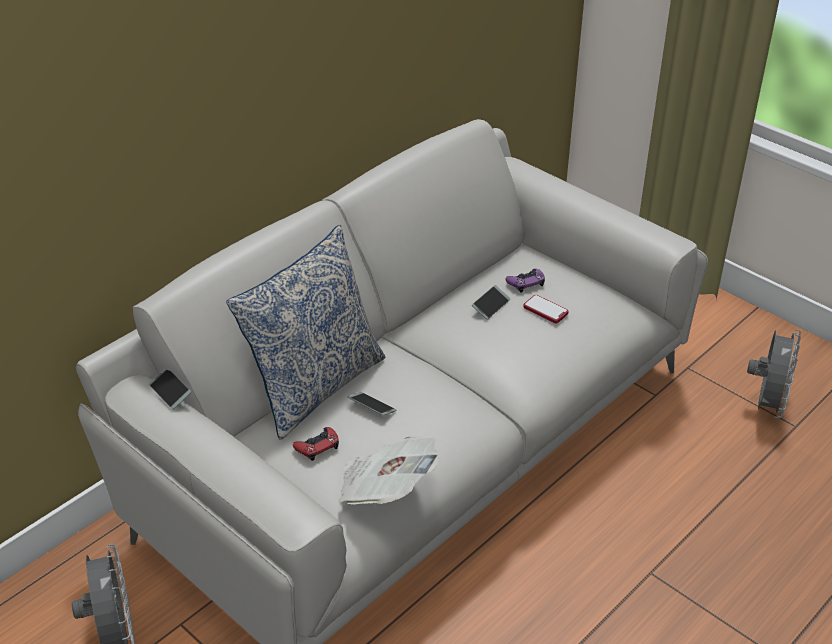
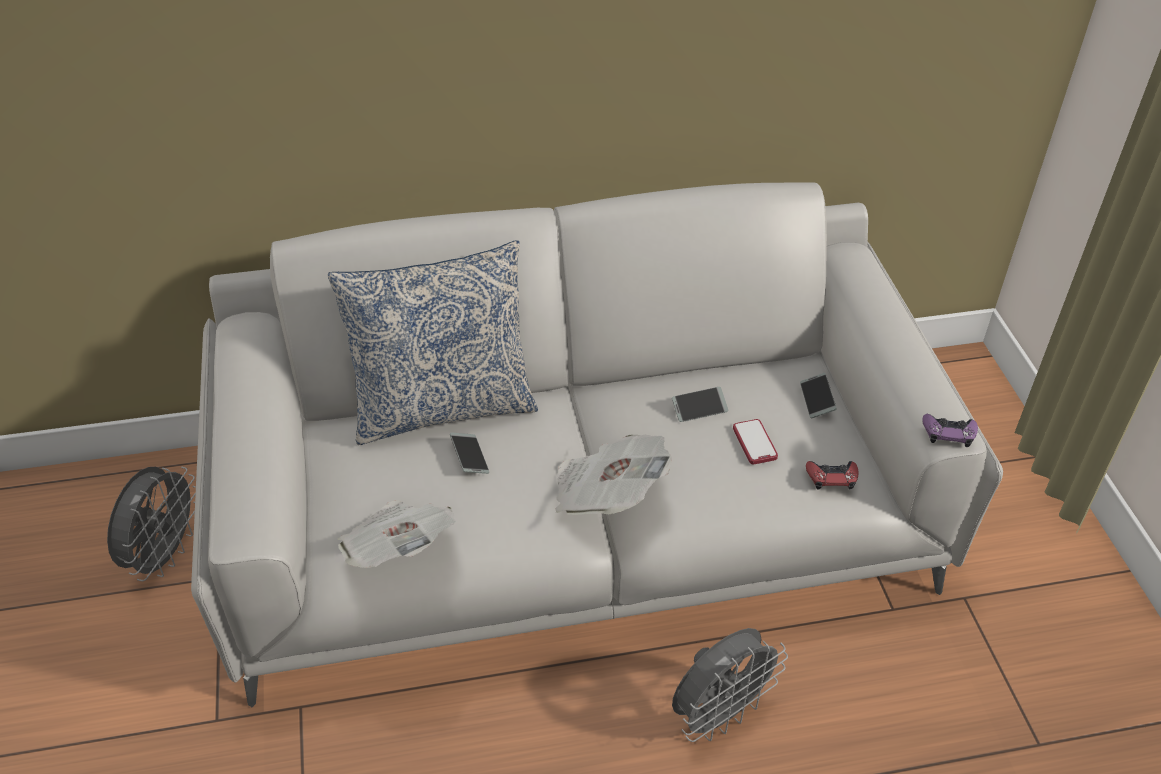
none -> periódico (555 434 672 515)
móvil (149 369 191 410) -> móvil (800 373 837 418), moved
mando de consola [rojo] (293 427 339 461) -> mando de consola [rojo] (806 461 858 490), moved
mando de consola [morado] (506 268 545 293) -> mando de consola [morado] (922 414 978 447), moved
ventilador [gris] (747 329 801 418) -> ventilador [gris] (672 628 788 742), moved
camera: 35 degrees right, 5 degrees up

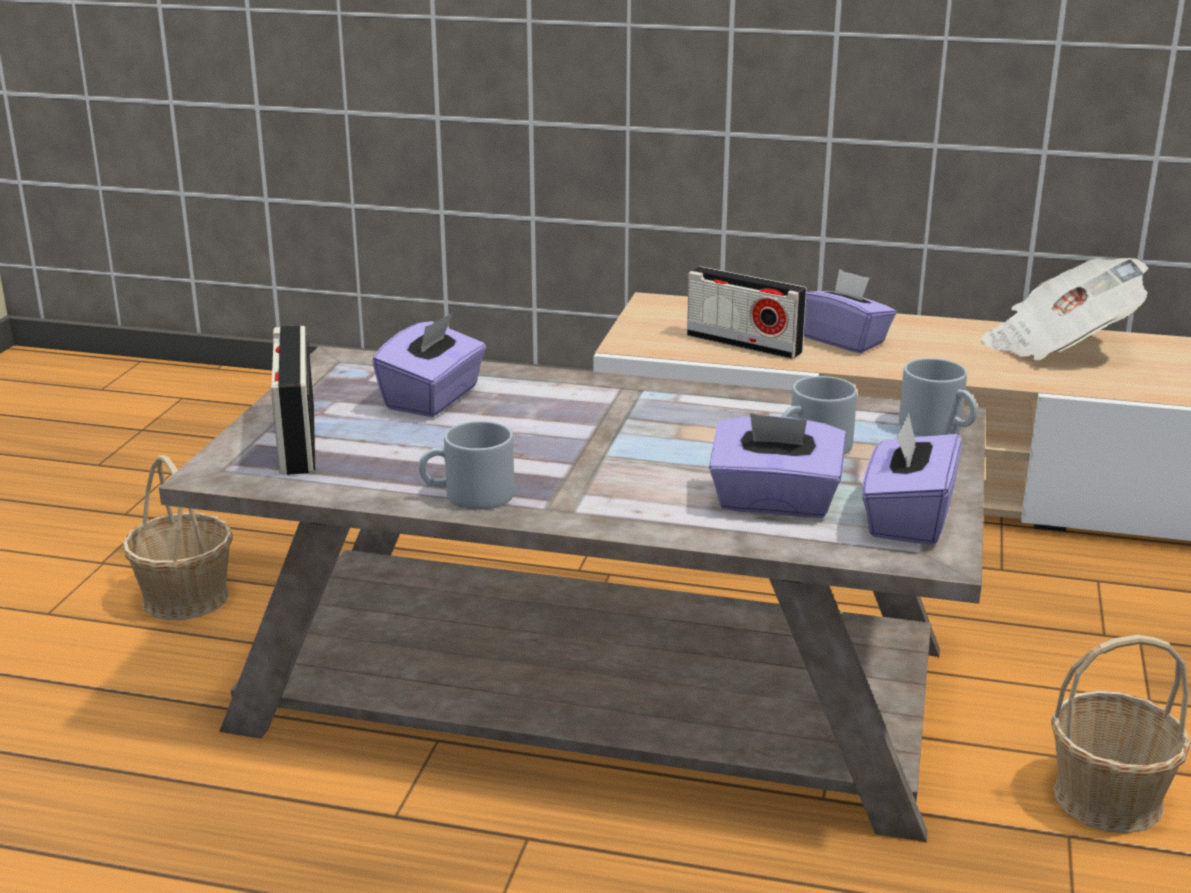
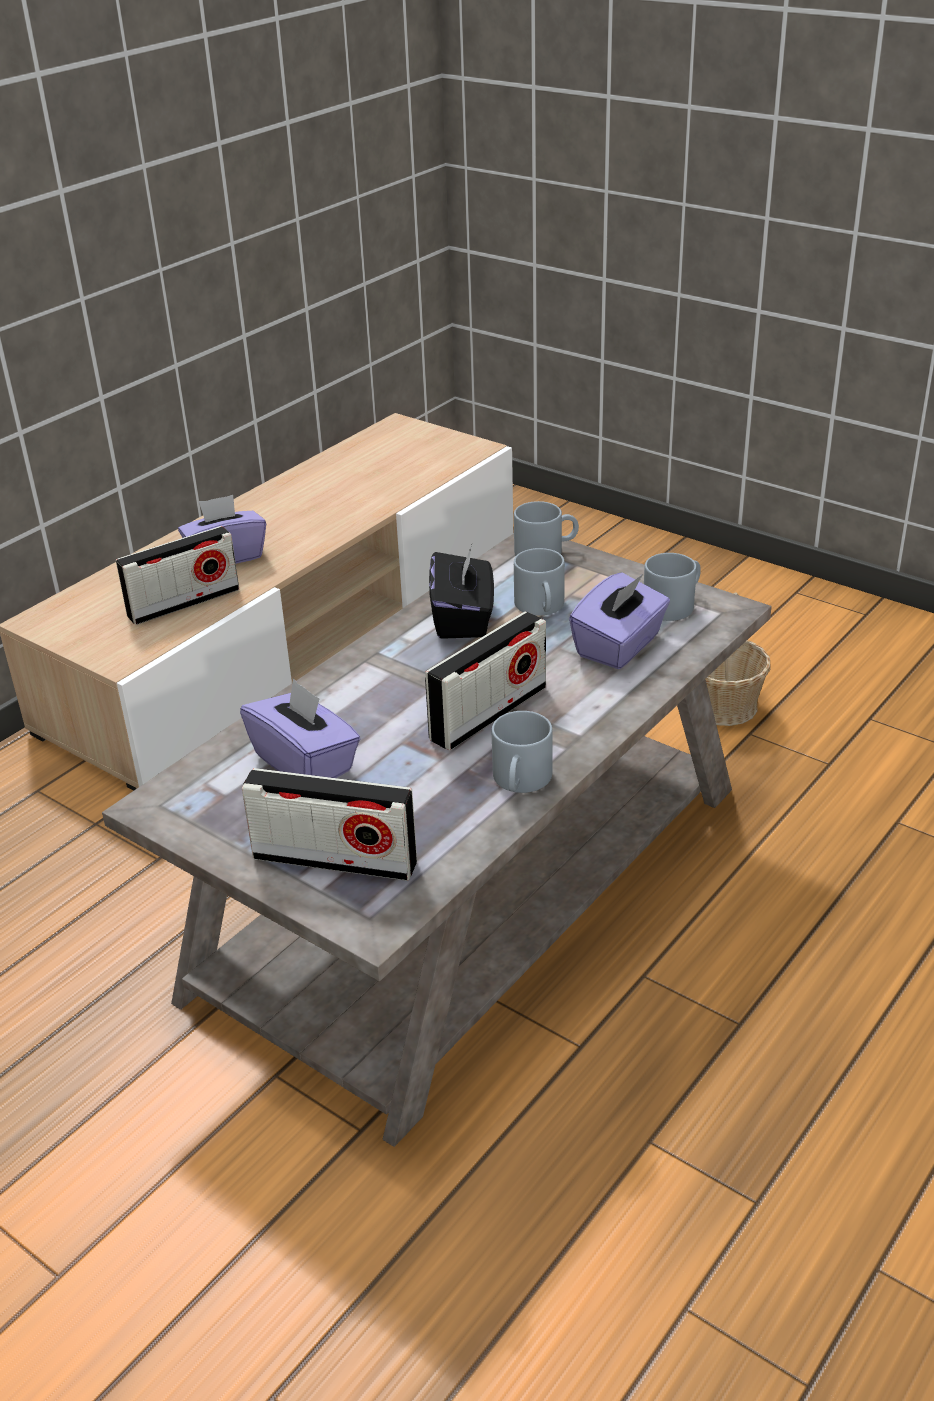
cesta (122 455 233 620) -> none
periódico (981 258 1149 360) -> none
none -> radio (425 612 546 751)
none -> caja de pañuelos [negro] (429 545 494 639)
caja de pañuelos [morado] (862 412 962 545) -> taza grande [gris] (644 553 701 621)
camera: 65 degrees left, 10 degrees up

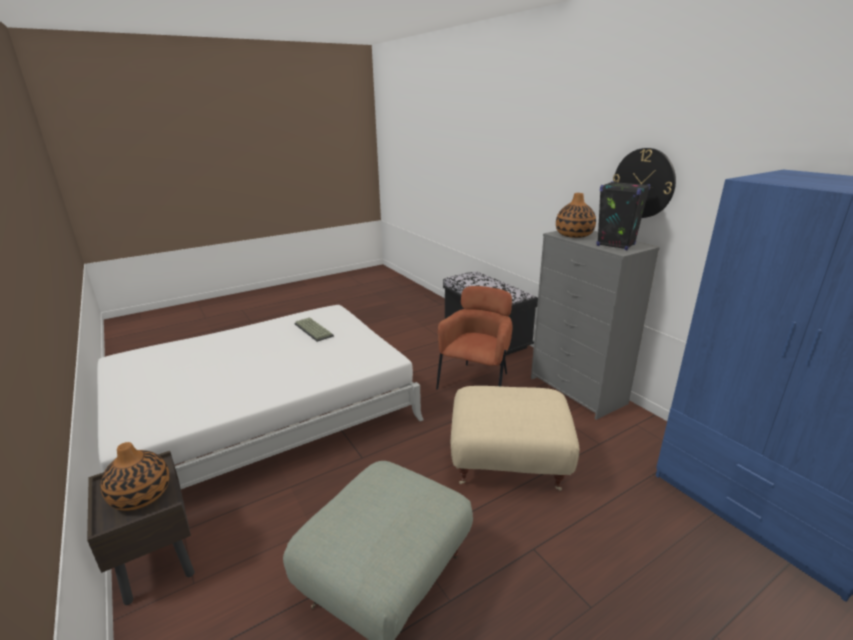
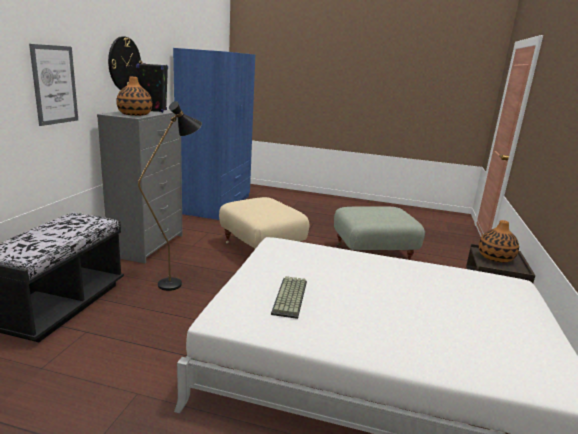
none -> cuadro (29 44 78 126)
sillón [marrón] (436 286 513 390) -> lámpara de pie [negro] (138 101 202 291)
camera: 135 degrees left, 5 degrees down

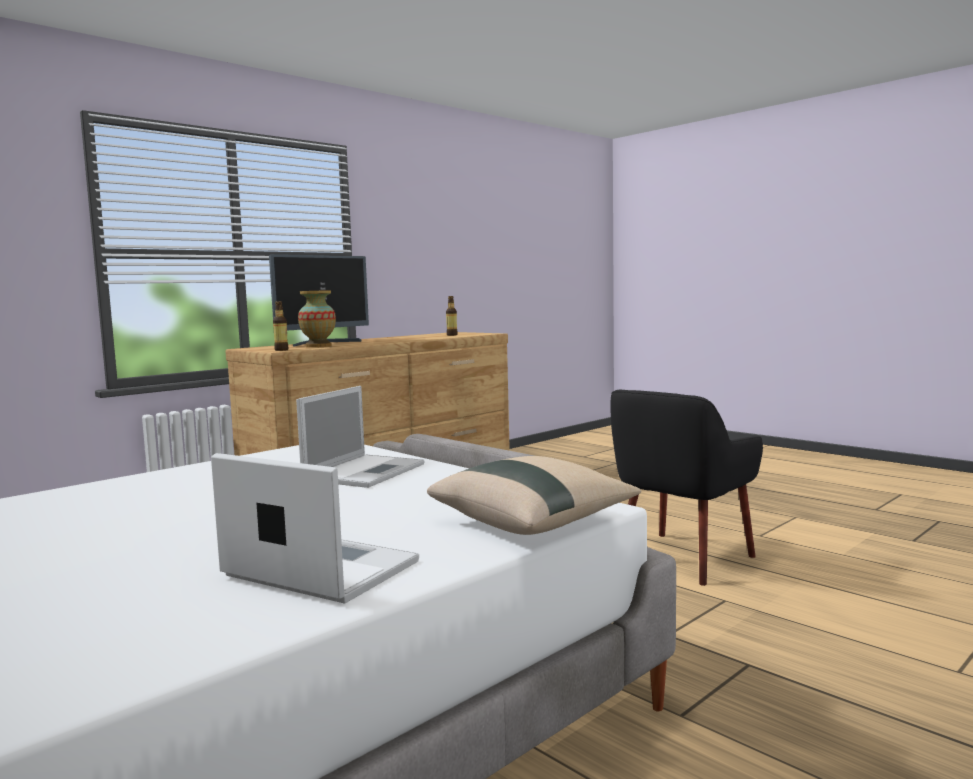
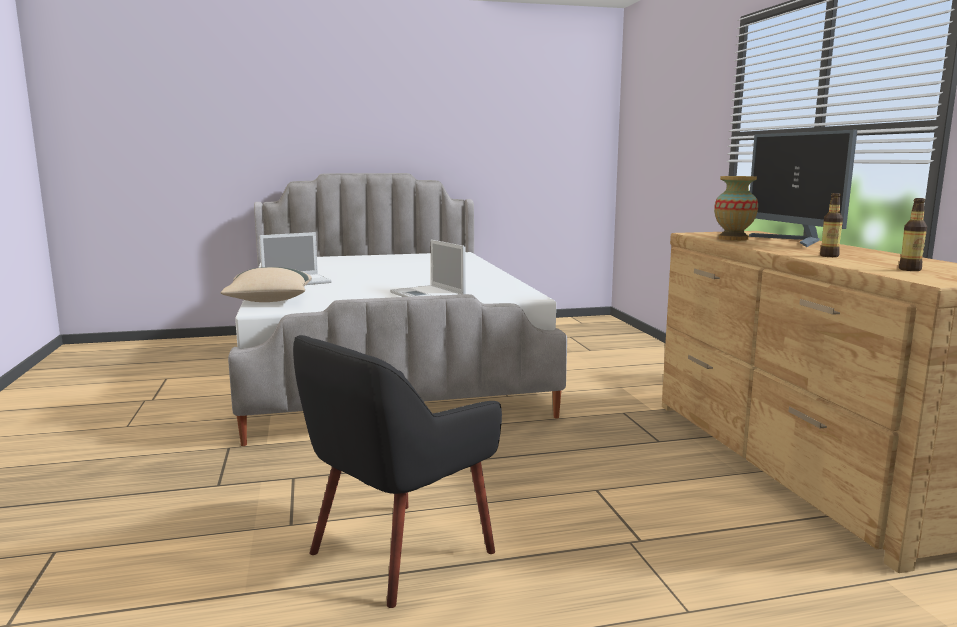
botella (273 301 289 351) -> botella (820 193 843 257), moved
sillón [negro] (611 390 763 586) -> sillón [negro] (293 335 502 608), 120 degrees counterclockwise
camera: 120 degrees right, 5 degrees up

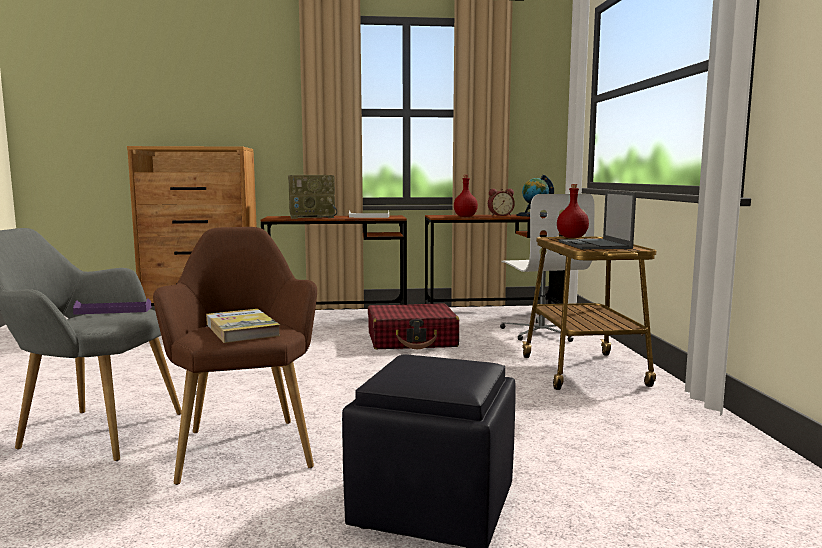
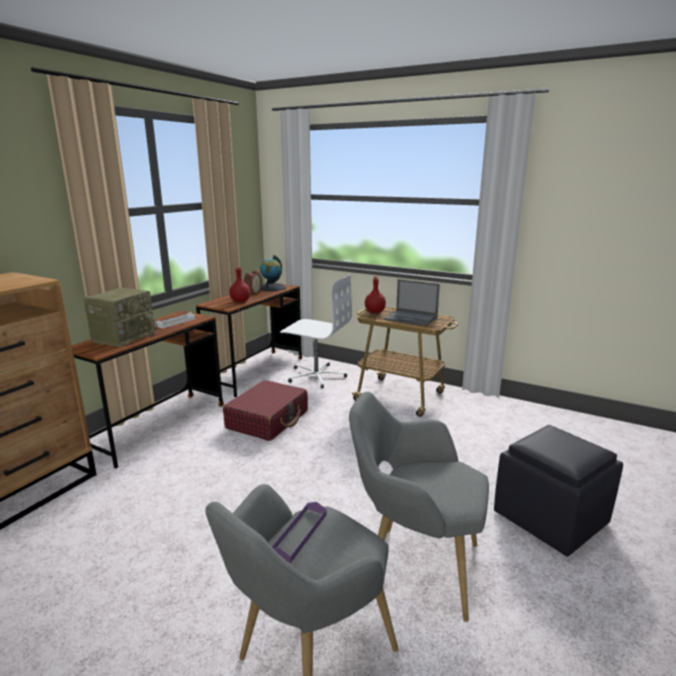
libro (206 309 280 343) -> none
sillón [marrón] (153 227 317 485) -> sillón [gris] (349 392 489 622)
camera: 55 degrees left, 10 degrees up

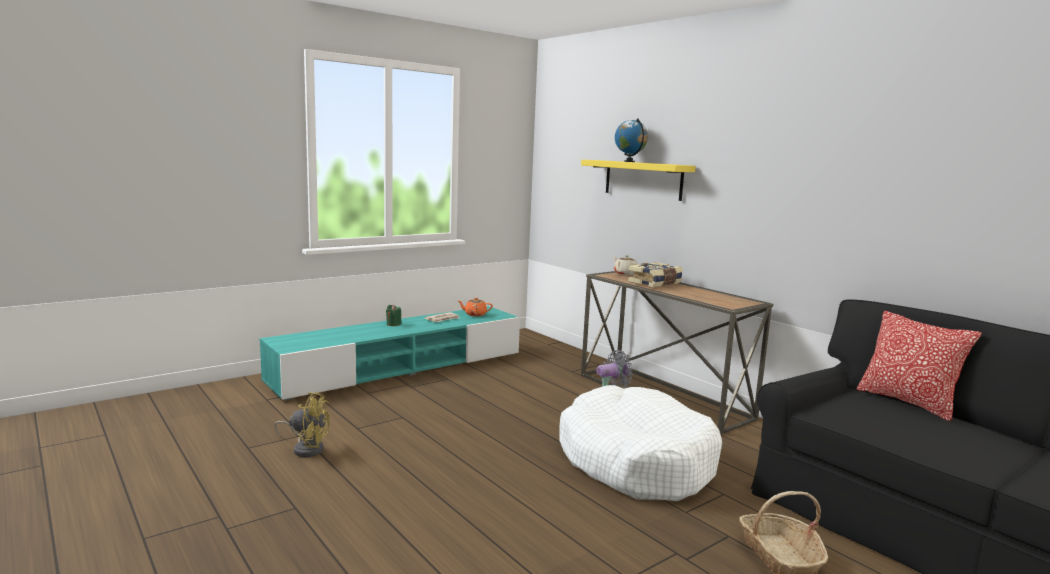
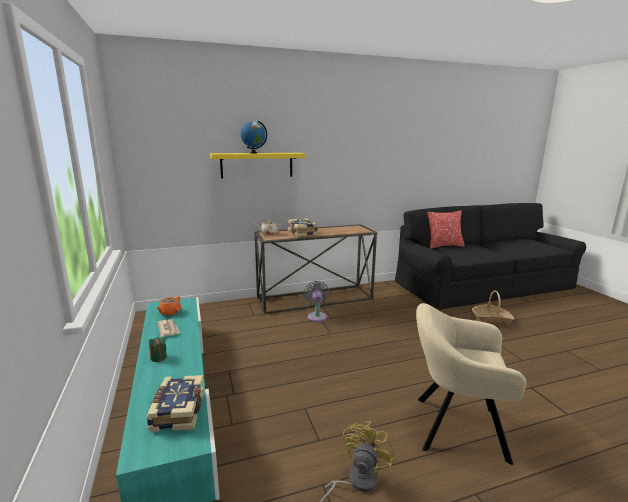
cama para perro [blanco] (559 385 722 501) -> none
none -> libro (146 375 205 432)
none -> sillón [beis] (416 303 527 465)
camera: 70 degrees left, 5 degrees up

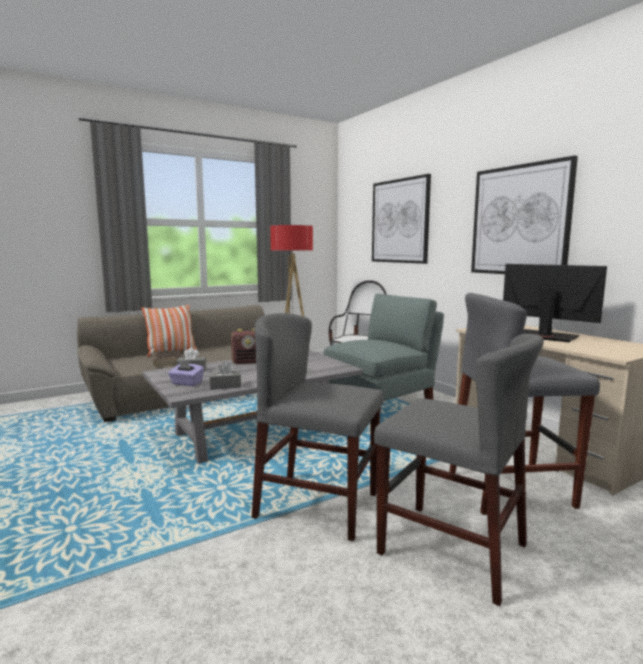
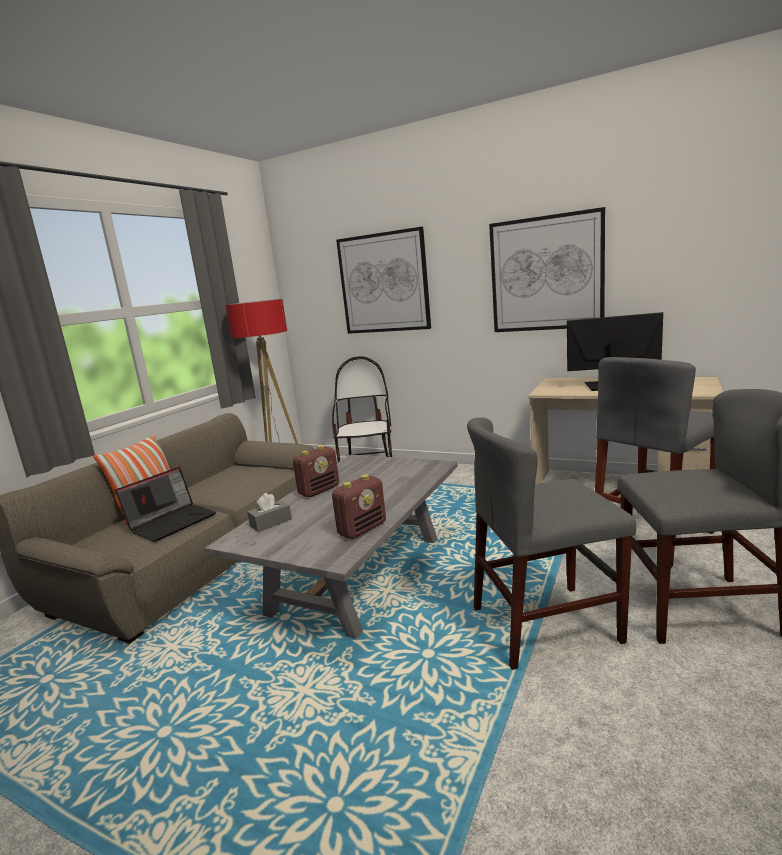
caja de pañuelos [morado] (168 360 204 386) -> none
sillón [gris] (324 294 444 410) -> none
libro [marrón] (153 350 182 366) -> portátil (115 467 216 542)
caja de pañuelos [gris] (209 362 241 390) -> radio (332 474 386 539)
camera: 30 degrees left, 5 degrees up

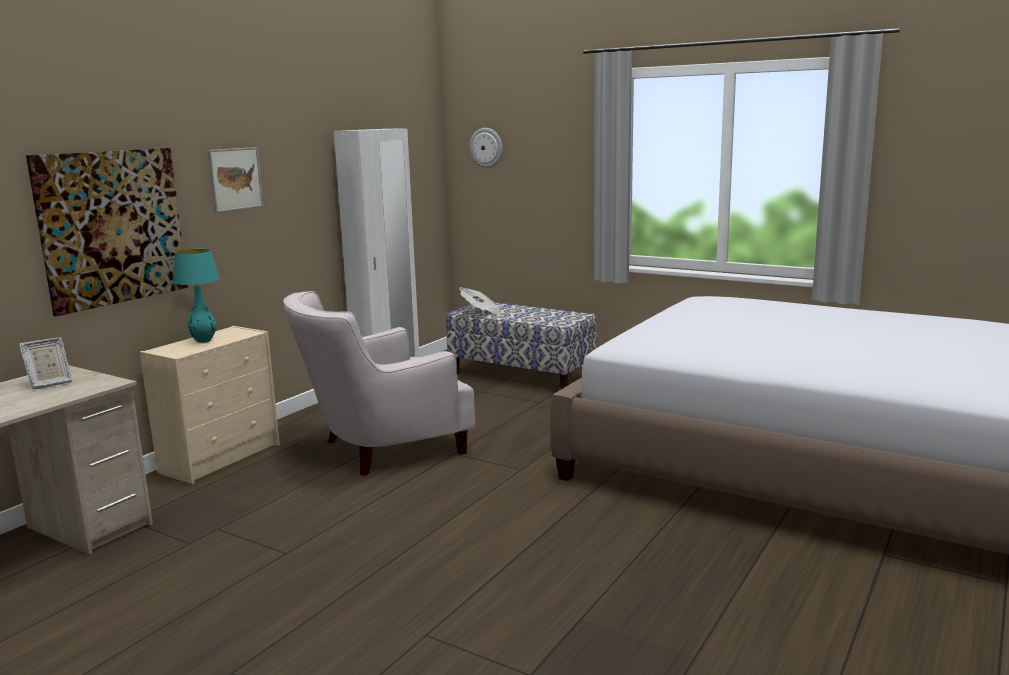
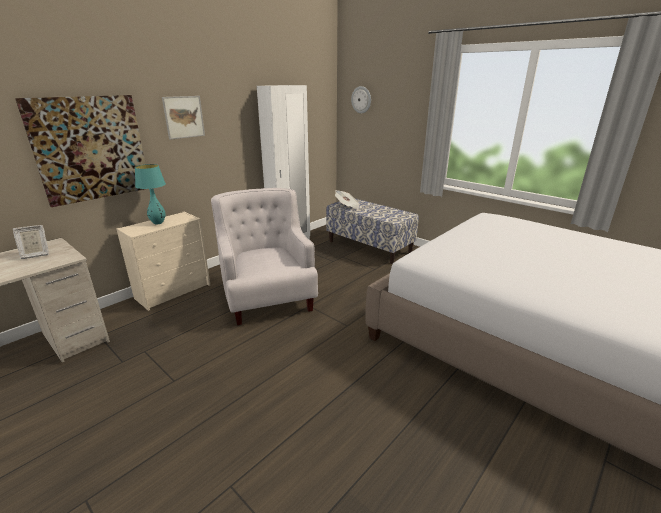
sillón [blanco] (283 291 475 476) -> sillón [blanco] (211 188 318 325), 90 degrees clockwise
camera: 10 degrees right, 10 degrees up

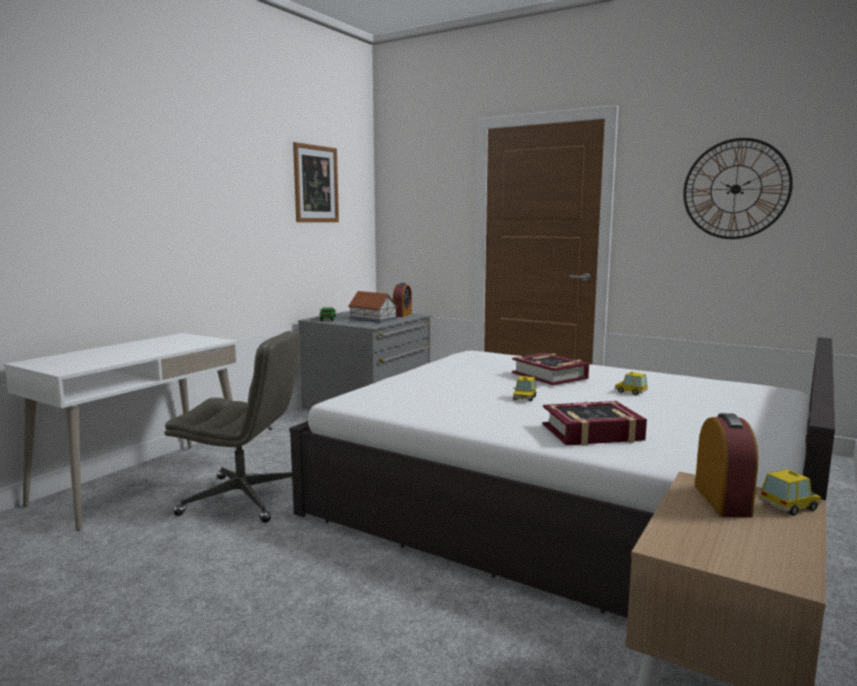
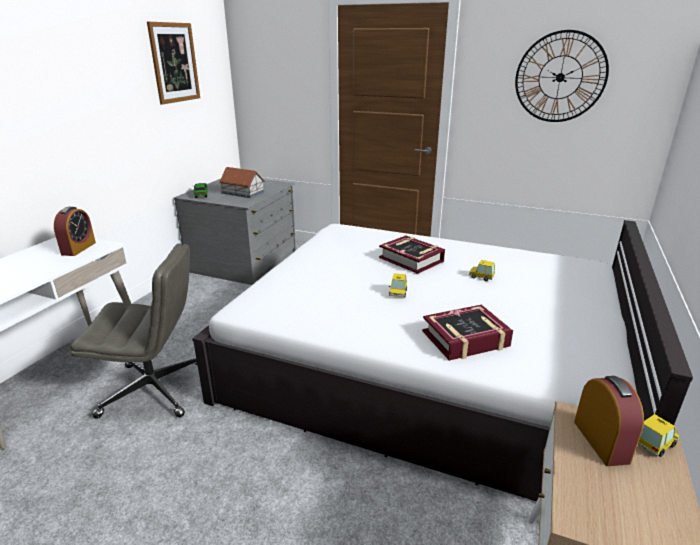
despertador (393 283 412 317) -> despertador (54 207 96 256), moved
camera: 10 degrees left, 15 degrees up

